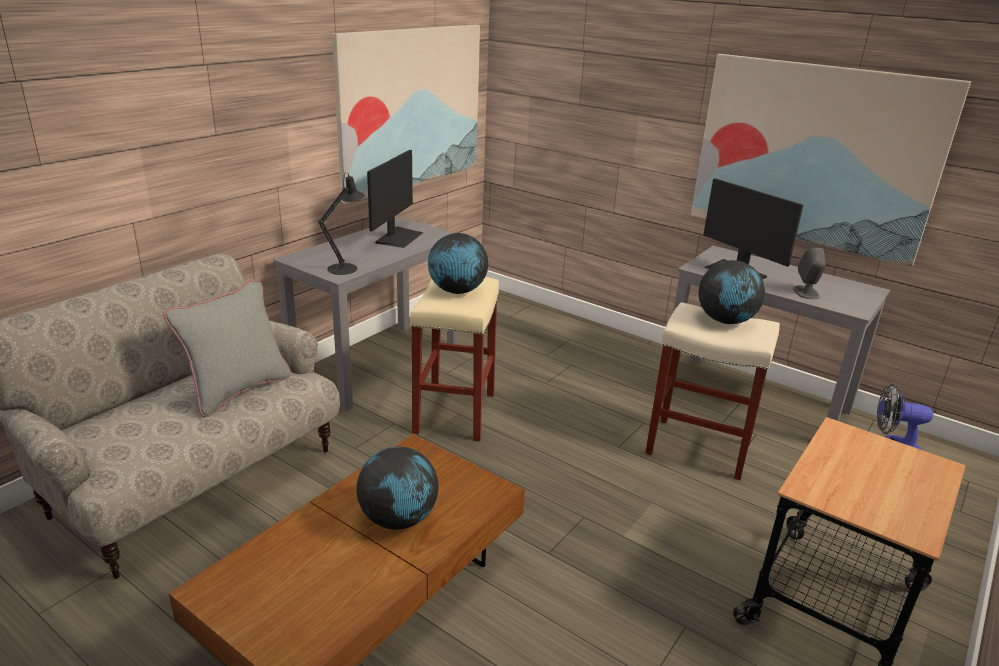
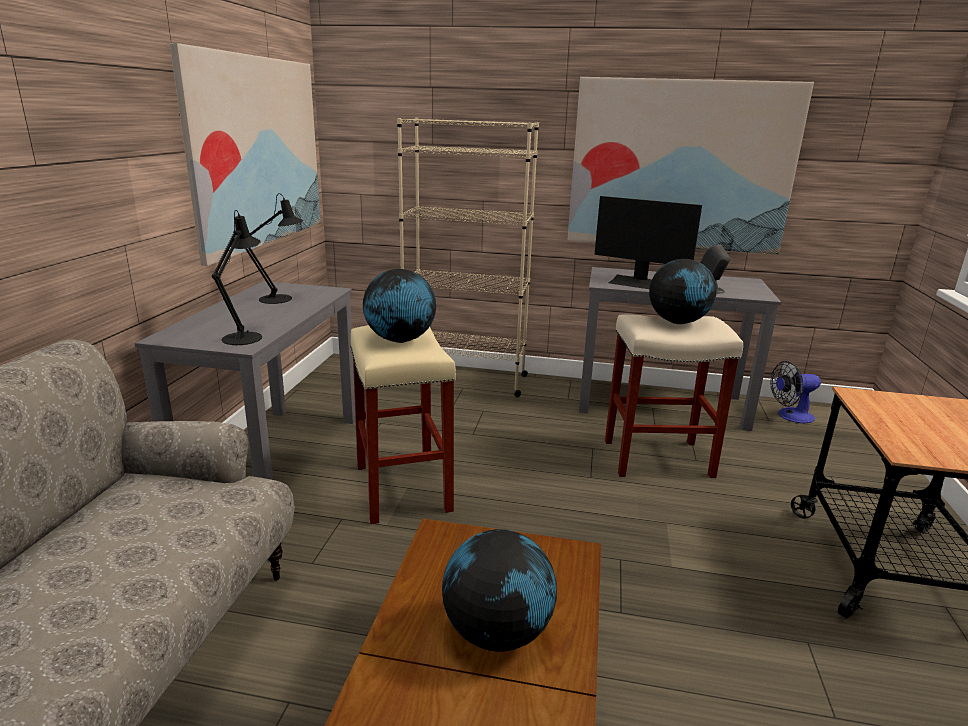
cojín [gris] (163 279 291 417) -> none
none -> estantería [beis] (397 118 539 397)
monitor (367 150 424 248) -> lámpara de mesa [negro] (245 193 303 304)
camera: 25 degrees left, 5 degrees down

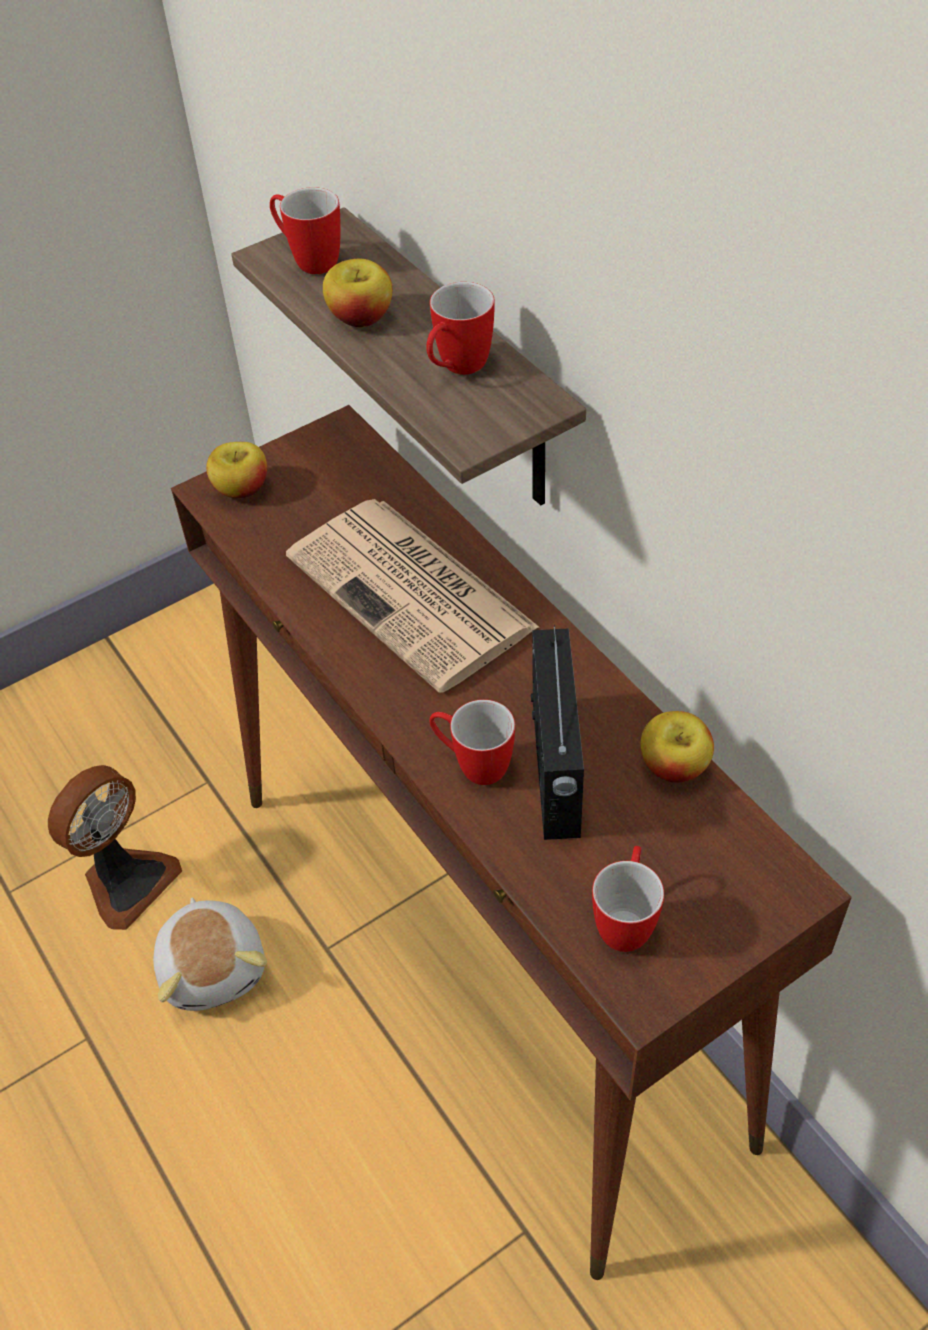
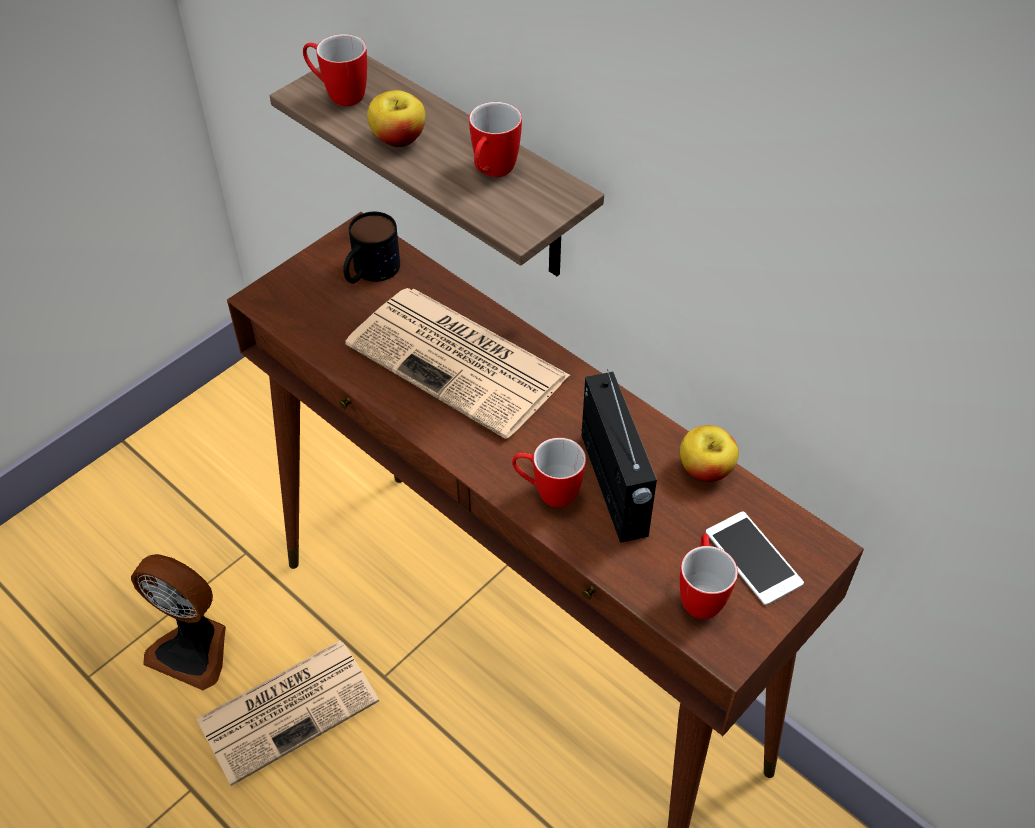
manzana (206 442 267 498) -> none
none -> taza grande (343 212 400 284)
none -> móvil (706 511 804 605)
peluche (153 898 267 1011) -> periódico (196 640 379 786)
ventilador (48 765 182 930) -> ventilador (131 554 226 690), 90 degrees clockwise
camera: 15 degrees left, 0 degrees up

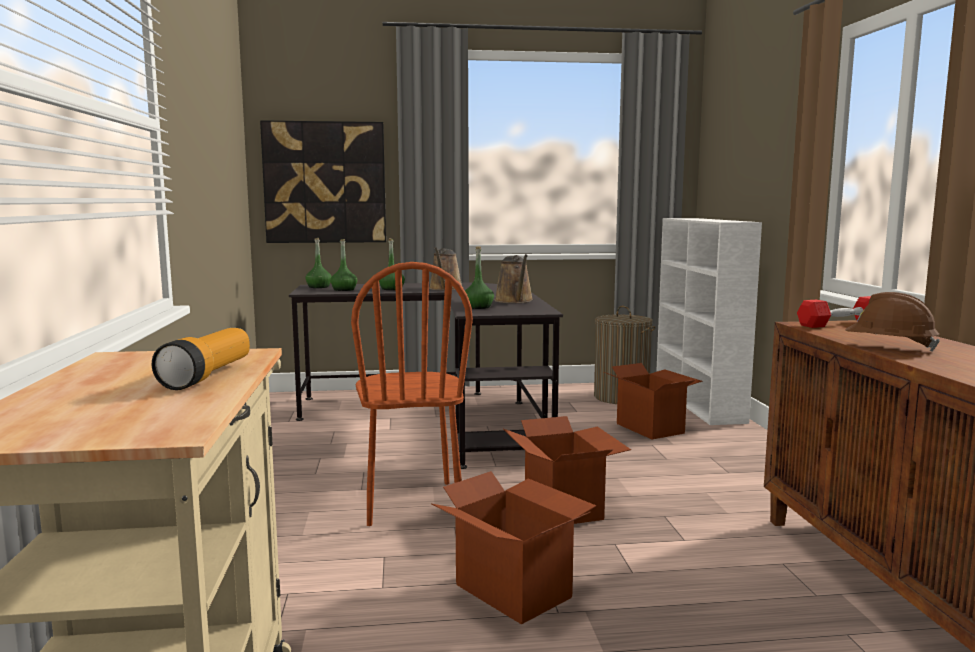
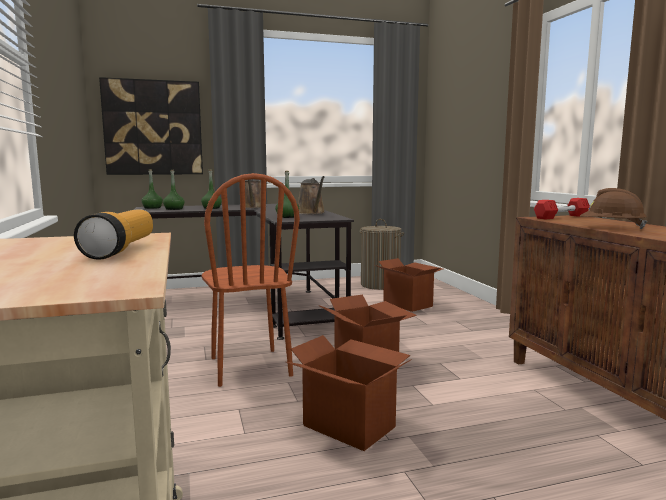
estantería [blanco] (656 218 762 425) -> none
camera: 10 degrees left, 0 degrees up

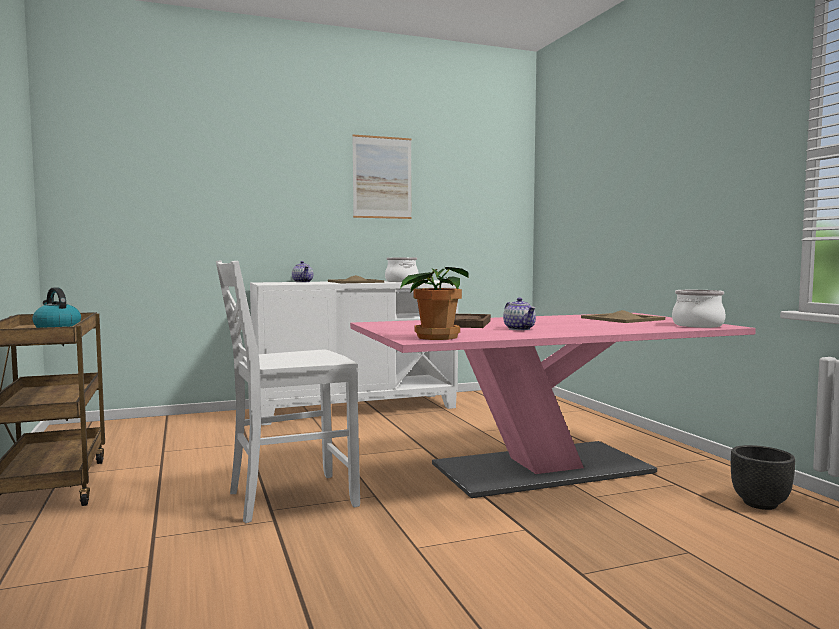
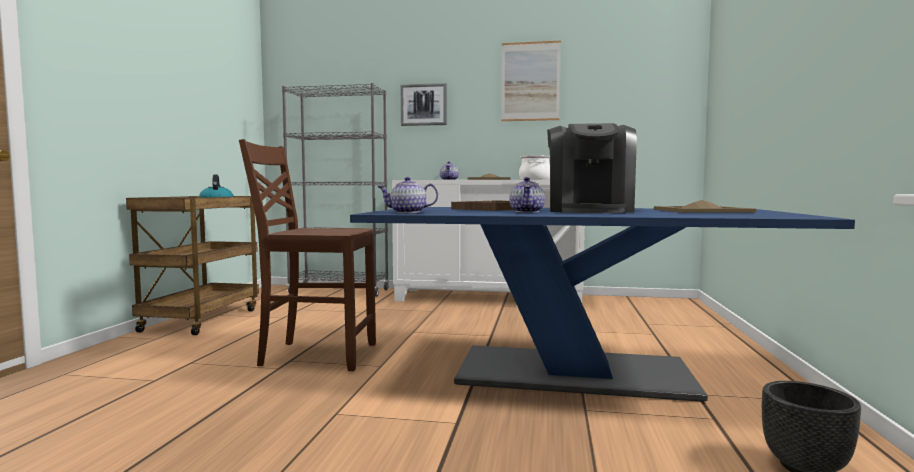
olla (672 290 726 328) -> none
none -> estantería [gris] (282 83 389 297)
none -> cuadro (401 83 447 126)
none -> cafetera (547 123 637 213)
planta en maceta (400 267 468 340) -> tetera (378 177 438 213)
silla [blanco] (216 260 360 523) -> silla [marrón] (239 139 376 371)
mesa de comedor [rosa] (350 313 756 498) -> mesa de comedor [azul] (350 207 855 402)
camera: 30 degrees right, 0 degrees up

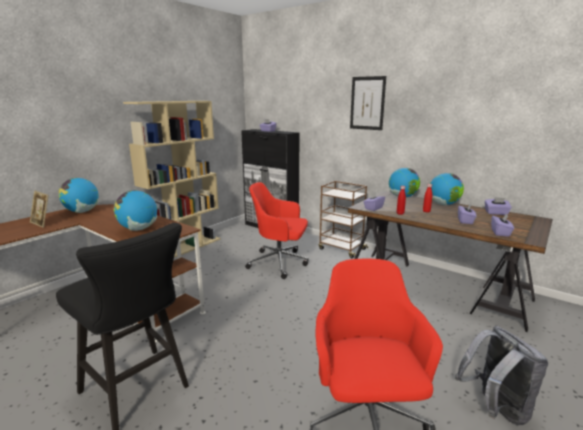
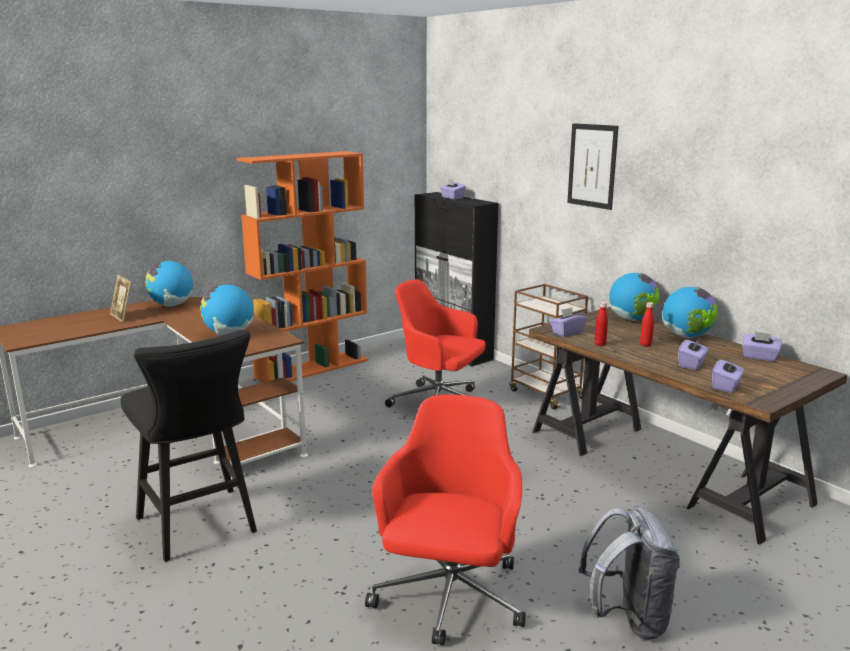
estantería [beis] (123 101 221 258) -> estantería [naranja] (237 151 368 383)
camera: 15 degrees right, 0 degrees up

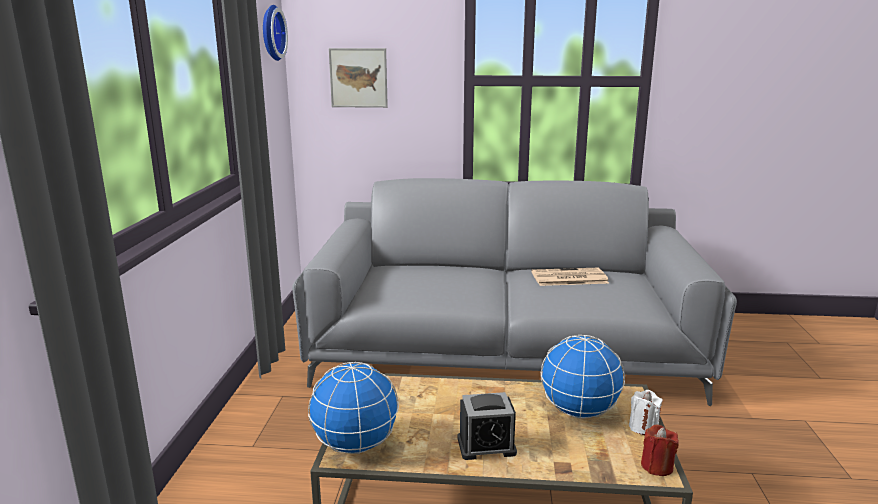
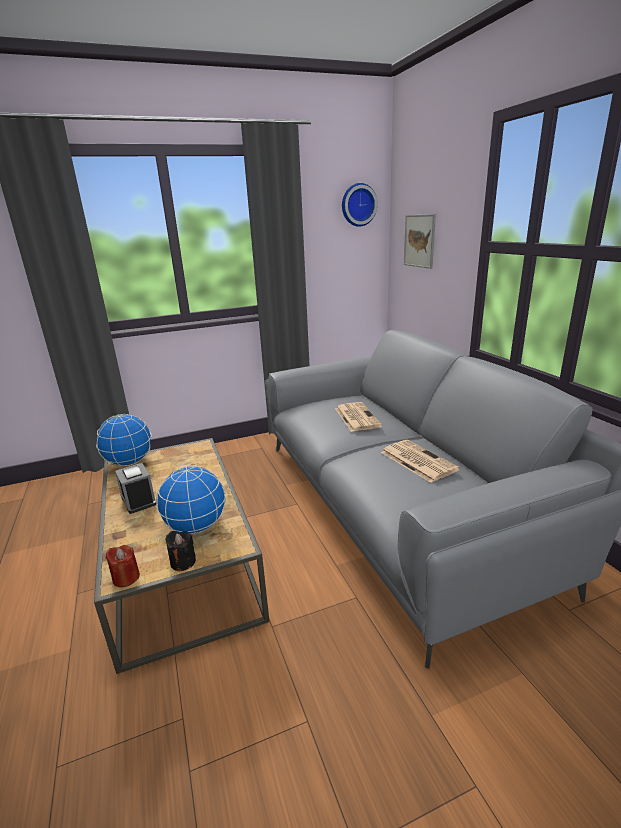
none -> periódico (335 402 382 432)
vela [blanco] (629 390 663 435) -> vela [negro] (165 531 196 571)
camera: 65 degrees right, 5 degrees up

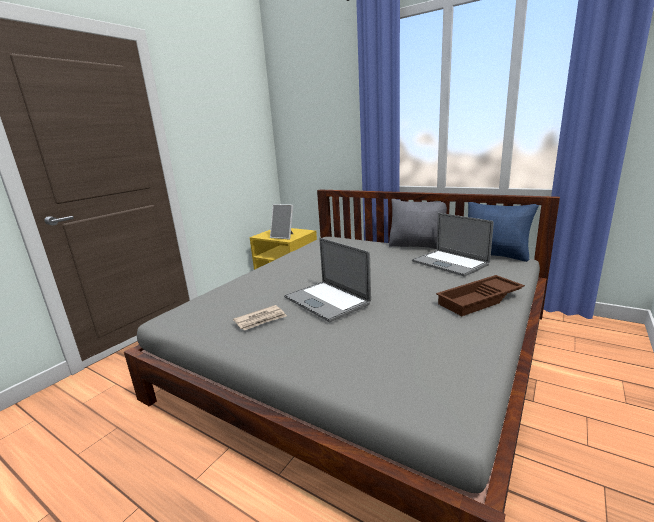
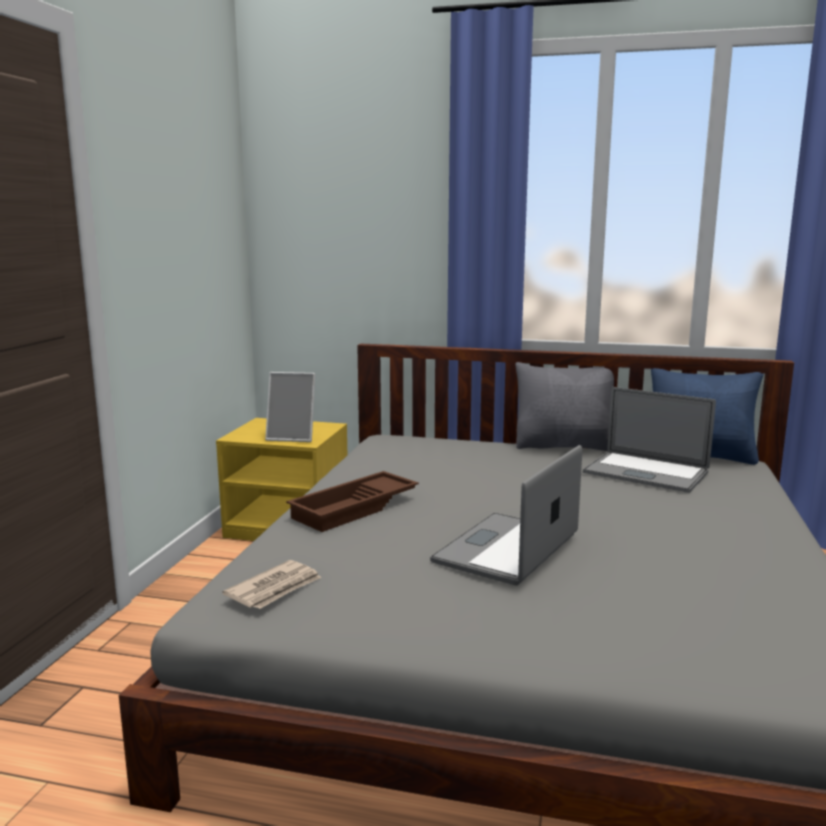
periódico (233 305 287 330) -> periódico (222 560 321 609), moved
bandeja [marrón] (436 275 525 316) -> bandeja [marrón] (286 471 419 532), moved
portátil (284 238 371 322) -> portátil (430 445 582 586), 90 degrees clockwise
camera: 20 degrees left, 5 degrees down

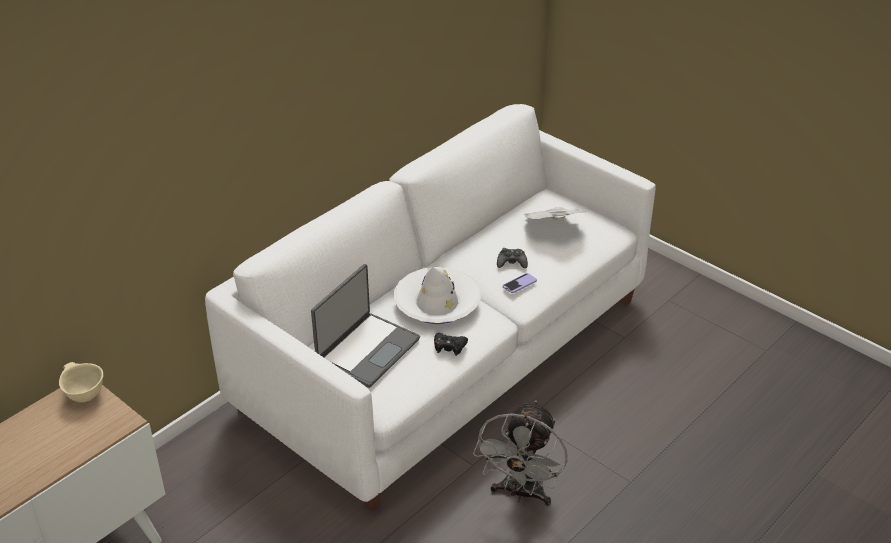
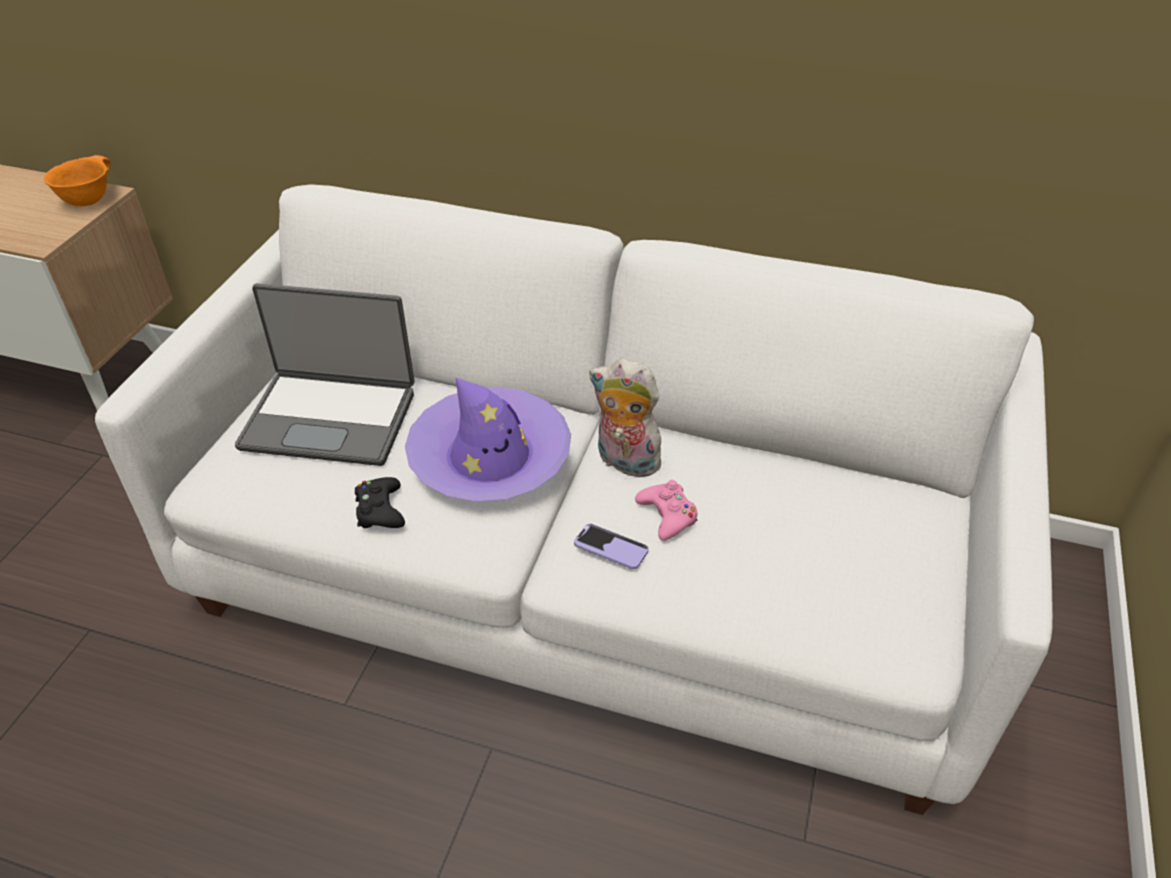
ventilador [gris] (473 400 567 506) -> none
periódico (524 207 586 220) -> none
none -> peluche (589 358 665 477)
cuenco [beis] (59 362 103 402) -> cuenco [naranja] (43 155 111 206)
sombrero [blanco] (394 267 481 324) -> sombrero [morado] (405 378 571 501)
mando de consola [negro] (497 248 528 268) -> mando de consola [rosa] (635 480 698 541)
camera: 65 degrees right, 5 degrees up

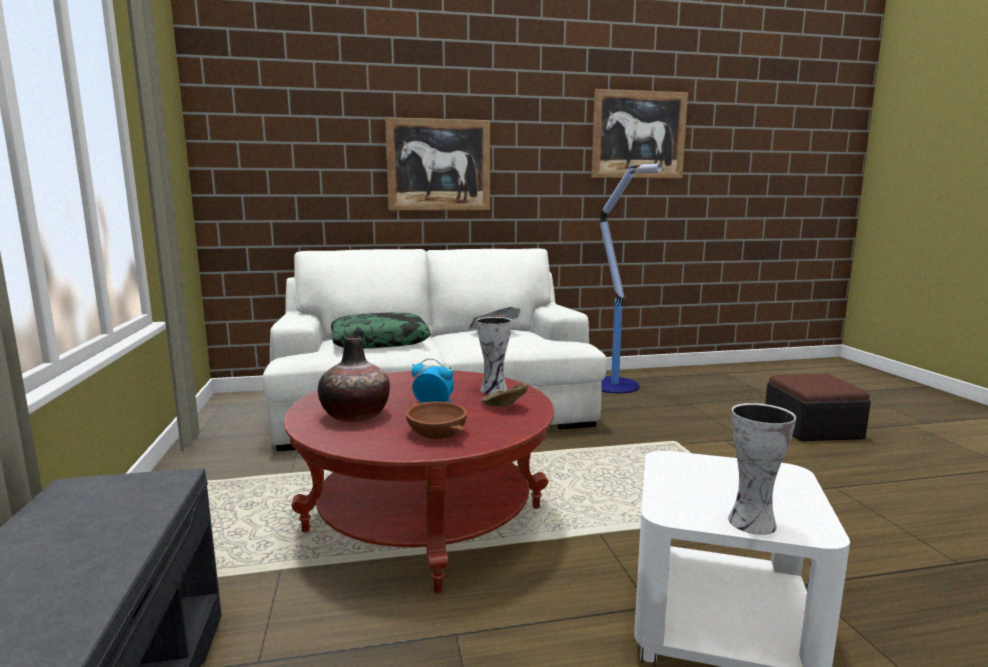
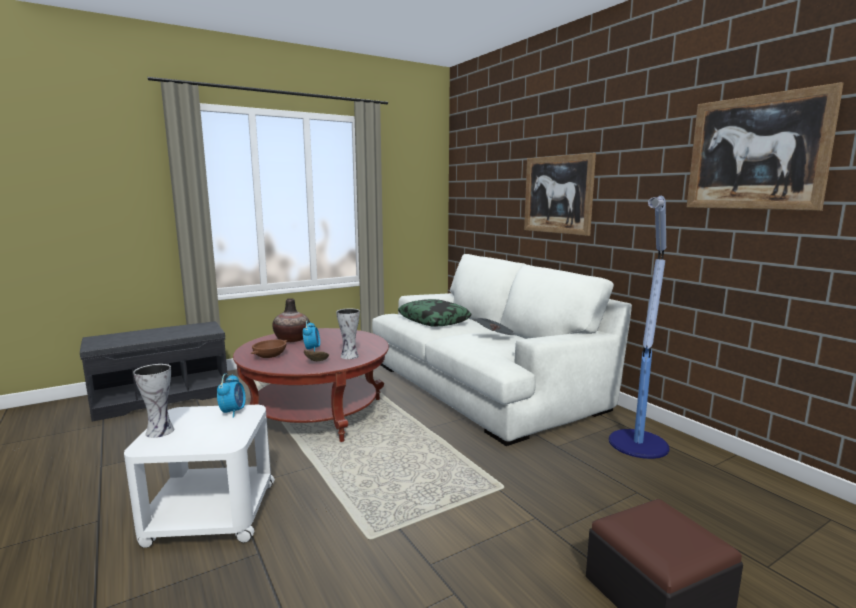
none -> despertador (217 374 246 418)
camera: 70 degrees right, 0 degrees up

